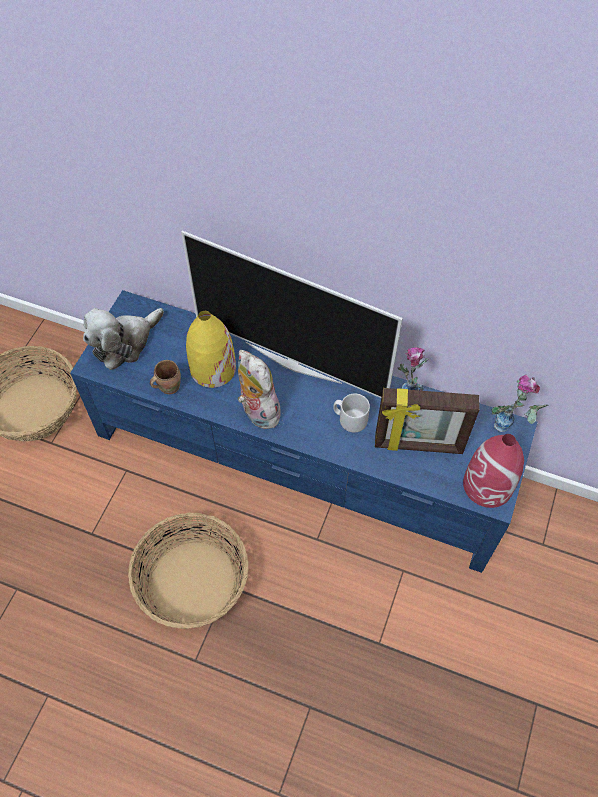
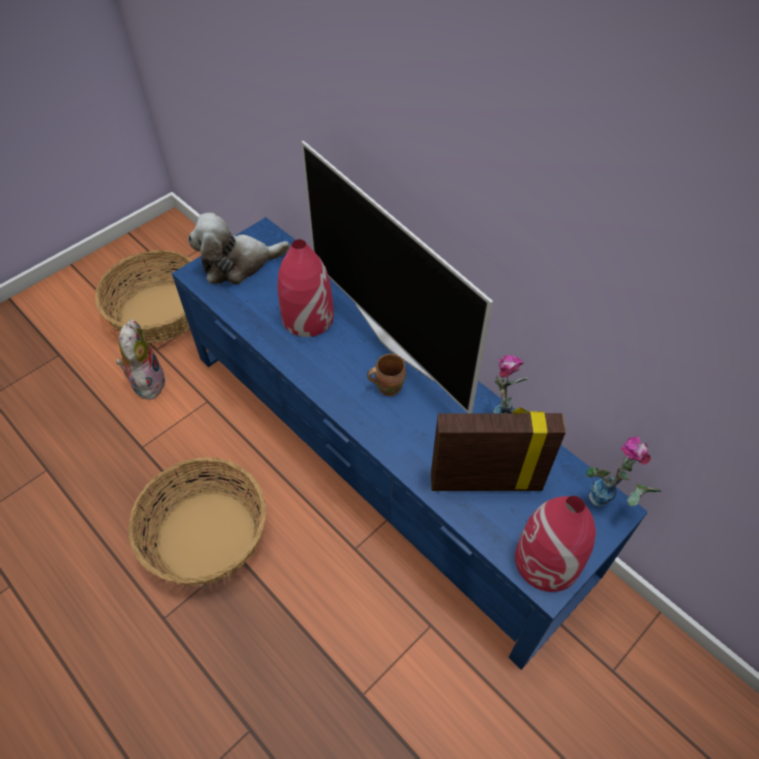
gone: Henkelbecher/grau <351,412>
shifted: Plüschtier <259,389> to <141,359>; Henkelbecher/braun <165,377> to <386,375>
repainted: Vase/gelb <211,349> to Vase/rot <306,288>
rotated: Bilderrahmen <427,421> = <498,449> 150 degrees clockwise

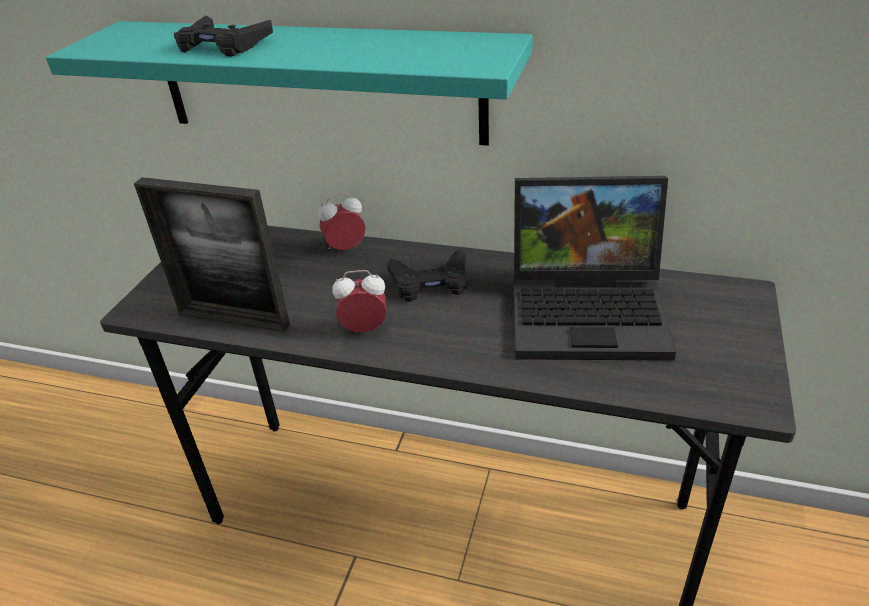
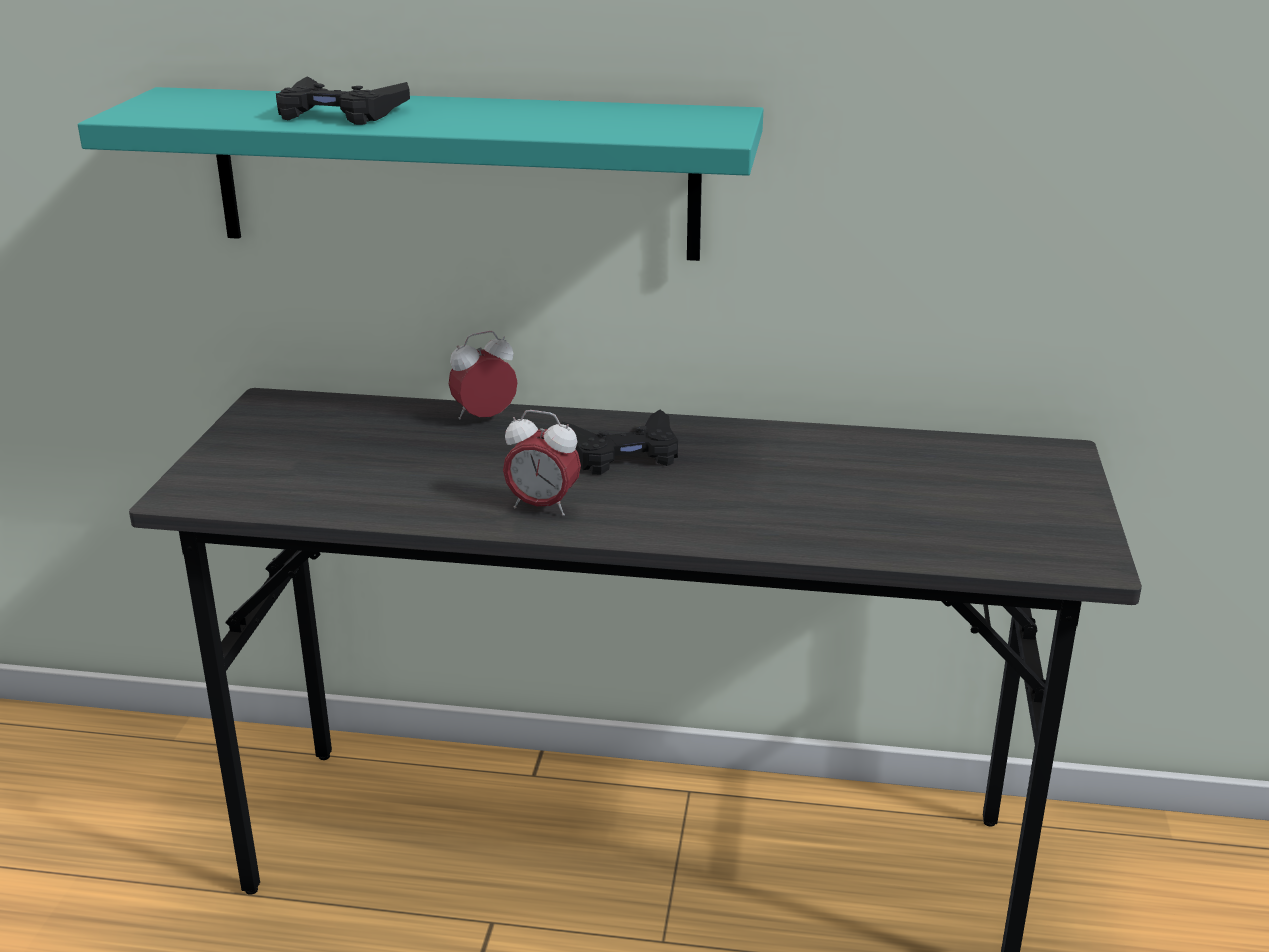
gone: Bilderrahmen <212,254>; Laptop <595,268>
rotated: Wecker <359,301> = <542,463> 150 degrees counterclockwise

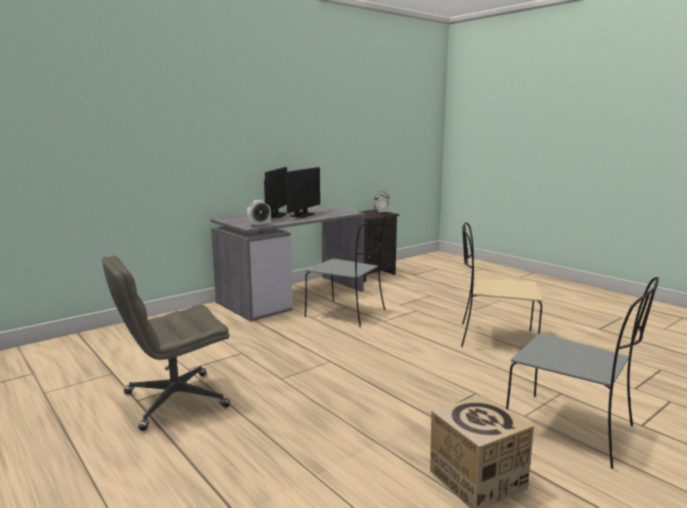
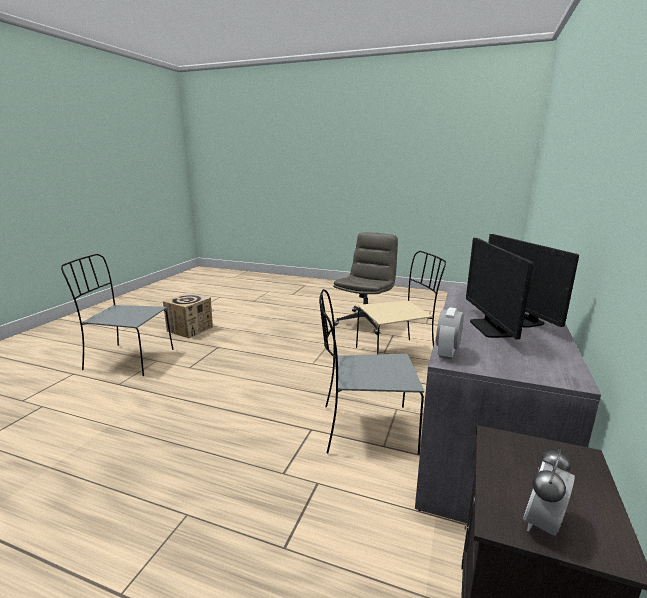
shifted: Stuhl/beige <502,284> to <401,302>; Wecker <259,213> to <450,333>

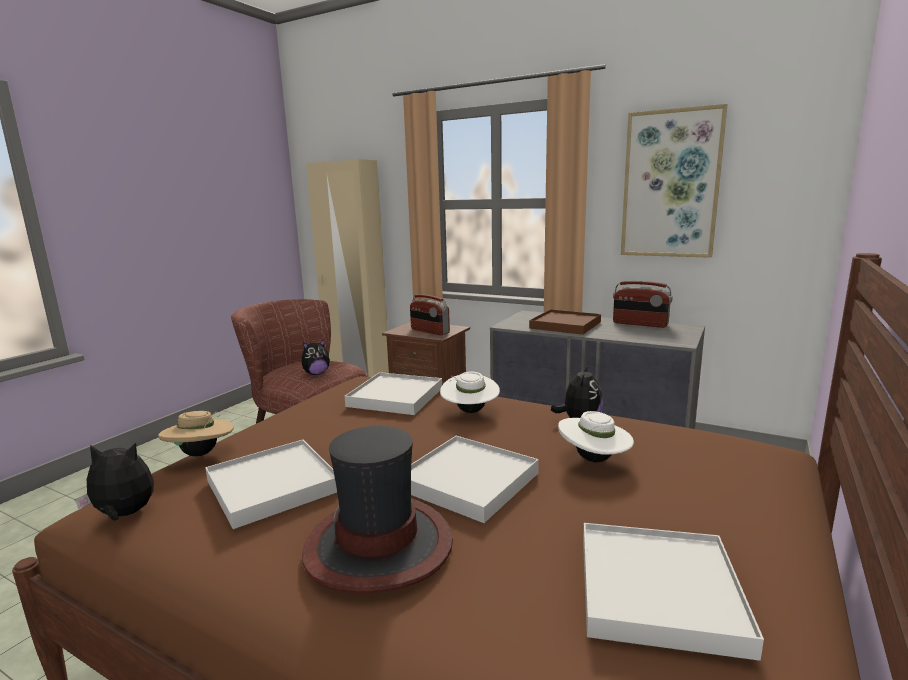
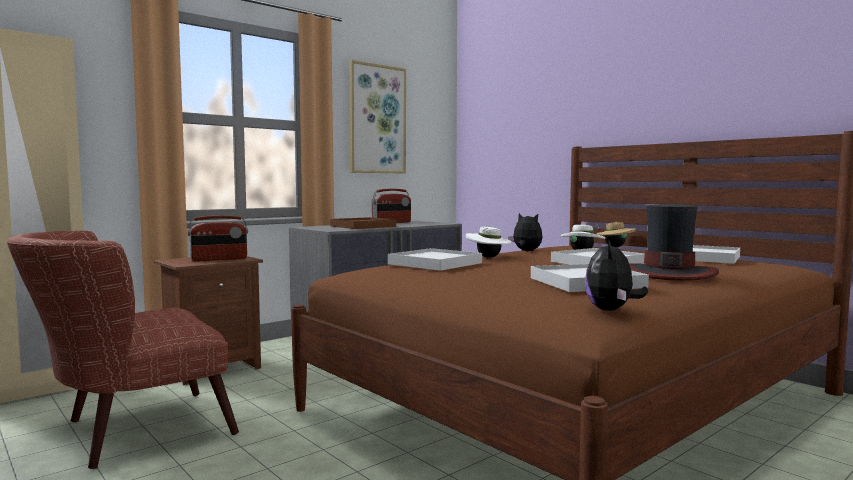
gone: Plüschtier <316,357>
shifted: Hut/beige <196,433> to <616,234>

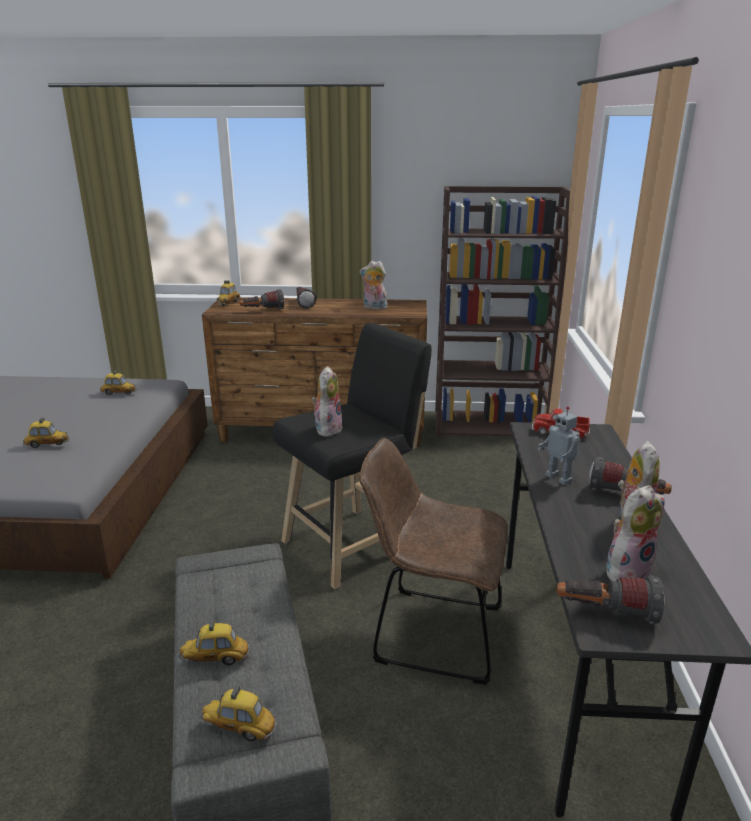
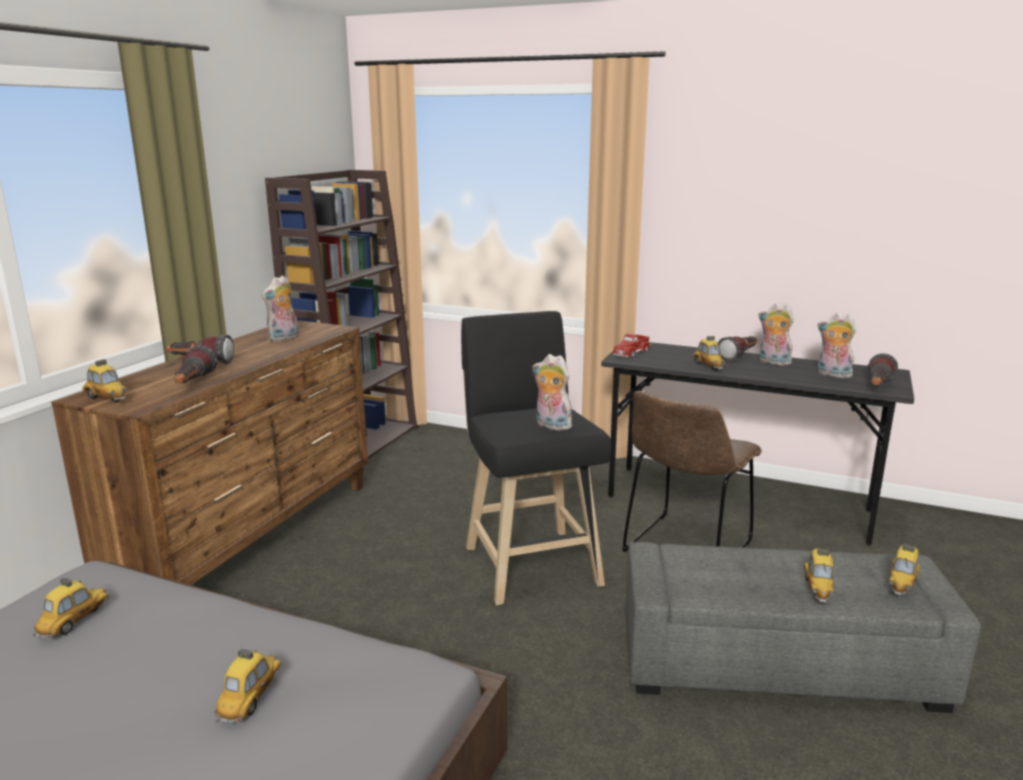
swapped: Spielzeugroboter <559,445> to Spielzeugauto <708,353>
rotated: Plüschtier <635,533> = <837,345> 45 degrees counterclockwise

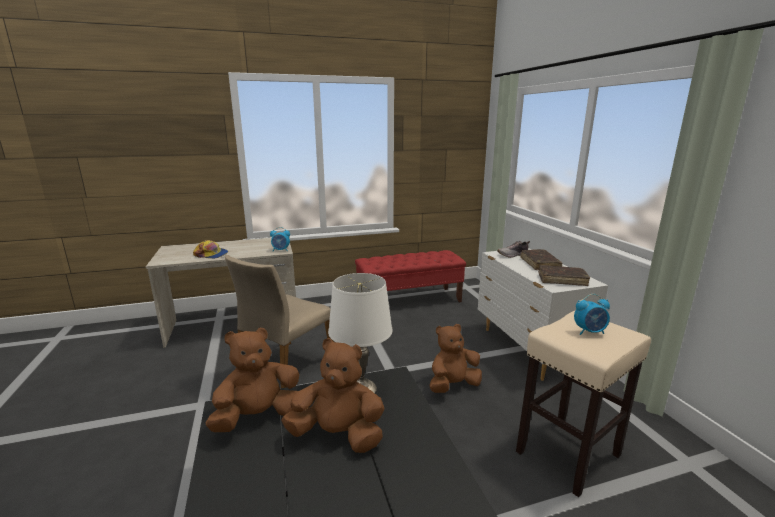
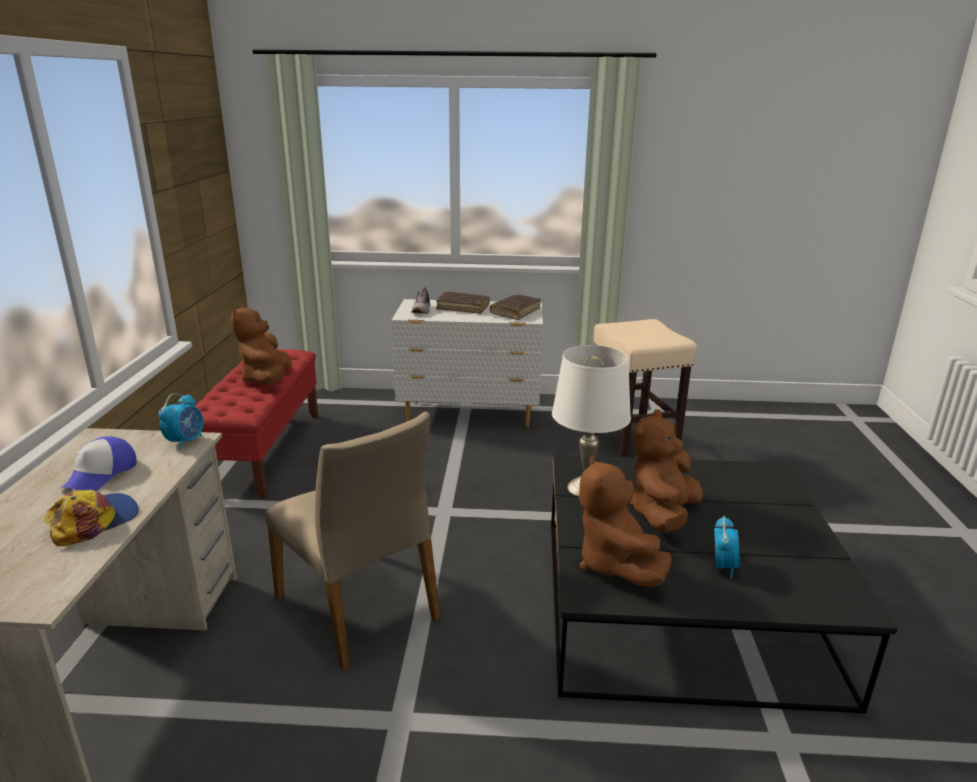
new: Kappe <98,463>
shifted: Plüschtier/braun <456,358> to <261,344>; Wecker <592,314> to <727,547>

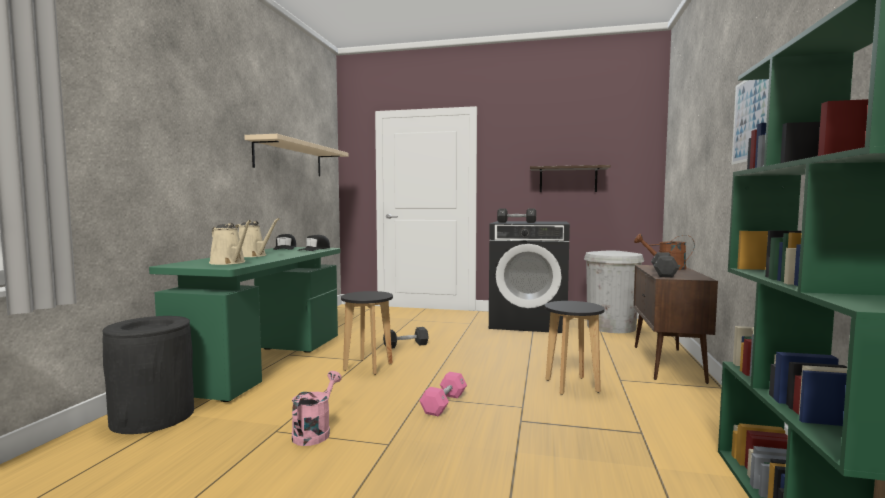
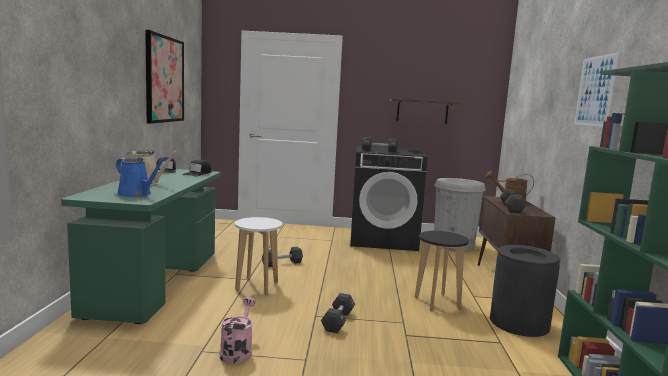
shifted: Mülleimer/schwarz <148,375> to <525,291>
swapped: Wandregal/beige <296,155> to Bild <164,77>
repainted: Gießkanne/beige <230,242> to Gießkanne/blau <141,177>; Hocker/schwarz <367,333> to Hocker/weiß <258,255>; Hantel/rosa <443,394> to Hantel/schwarz <338,313>

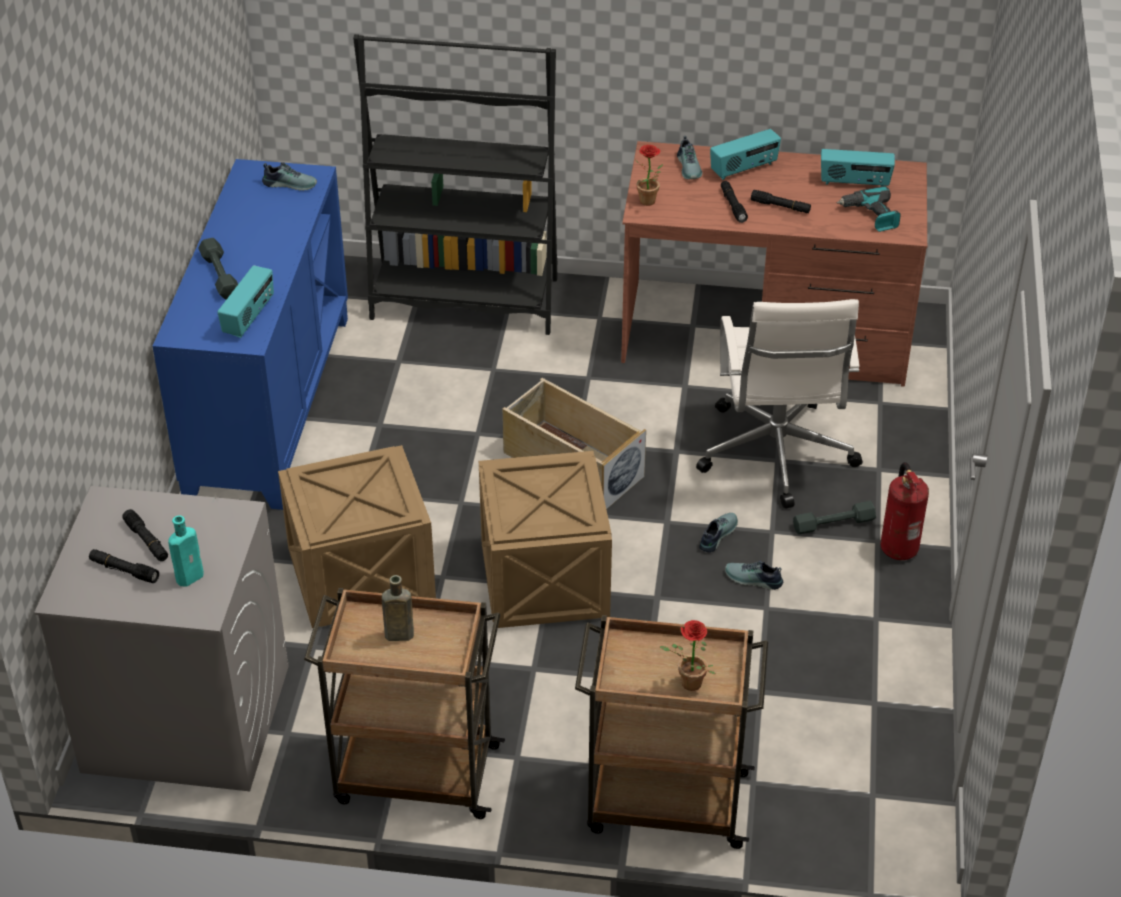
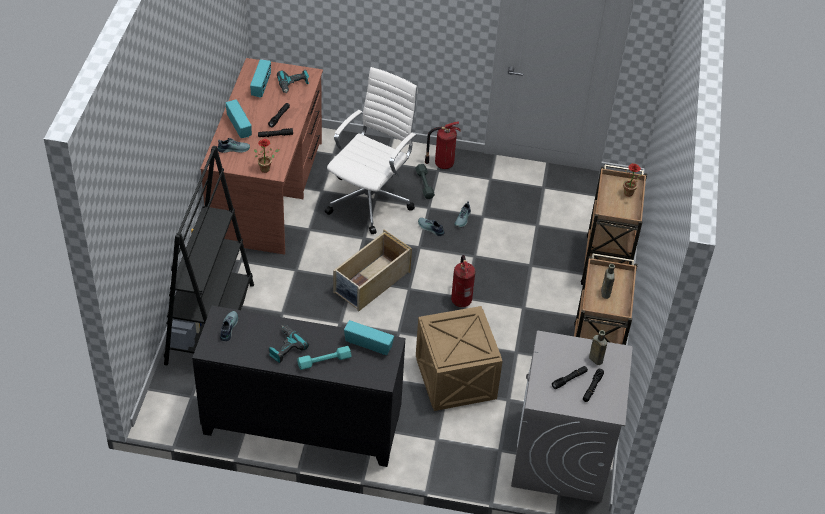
new: Bohrmaschine <289,344>
swapped: Kiste <545,539> to Feuerlöscher <463,281>
repainted: Schrank/blau <250,334> to Schrank/schwarz <298,386>; Hantel/grau <218,269> to Hantel/türkis <324,358>; Flasche/türkis <186,551> to Flasche/braun <598,347>
rotated: Bürostuhl/weiß <779,404> = <371,150> 60 degrees counterclockwise

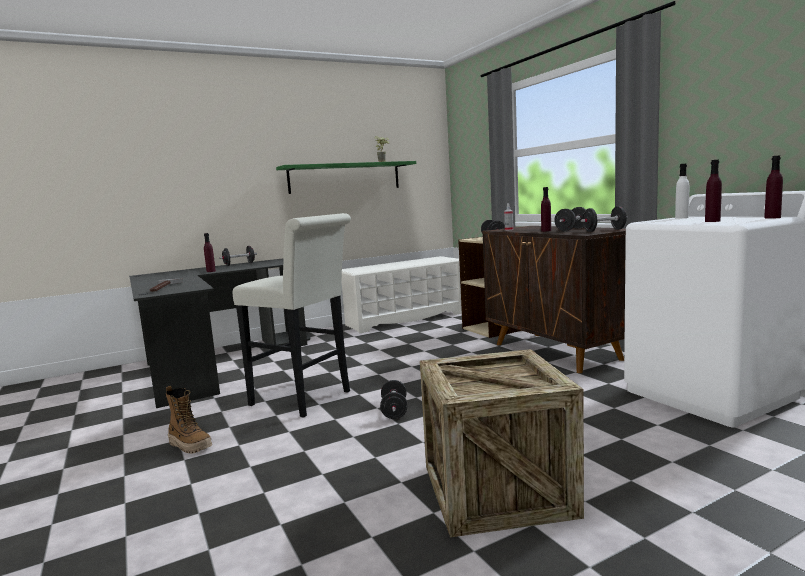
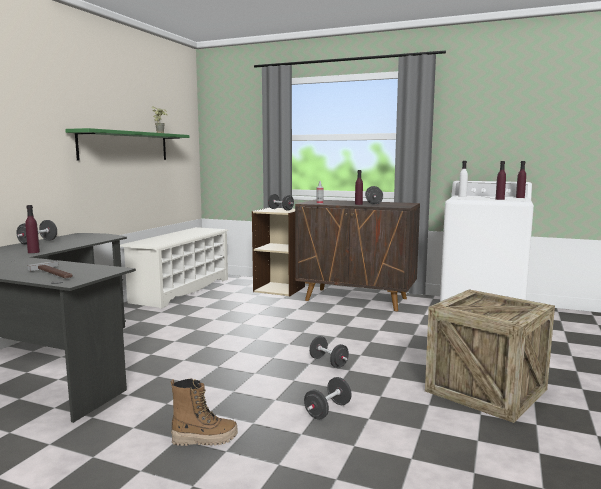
gone: Hocker/weiß <292,315>
shifted: Hantel/schwarz <604,219> to <328,398>

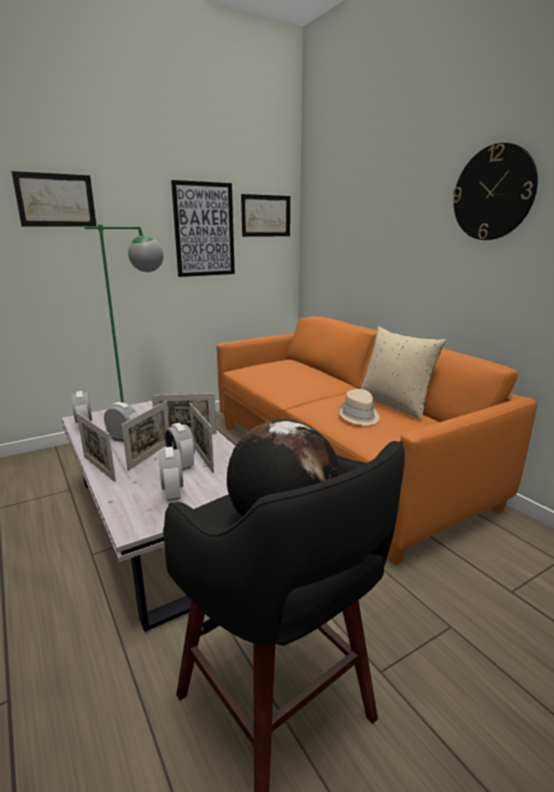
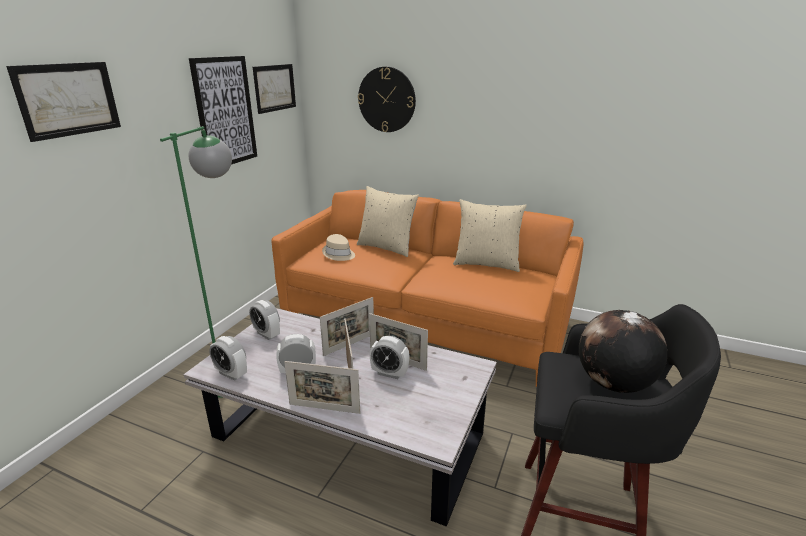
new: Kissen/beige <388,221>
shifted: Wecker <171,474> to <264,320>; Hut/beige <359,407> to <338,247>; Wanduhr <495,191> to <387,99>

